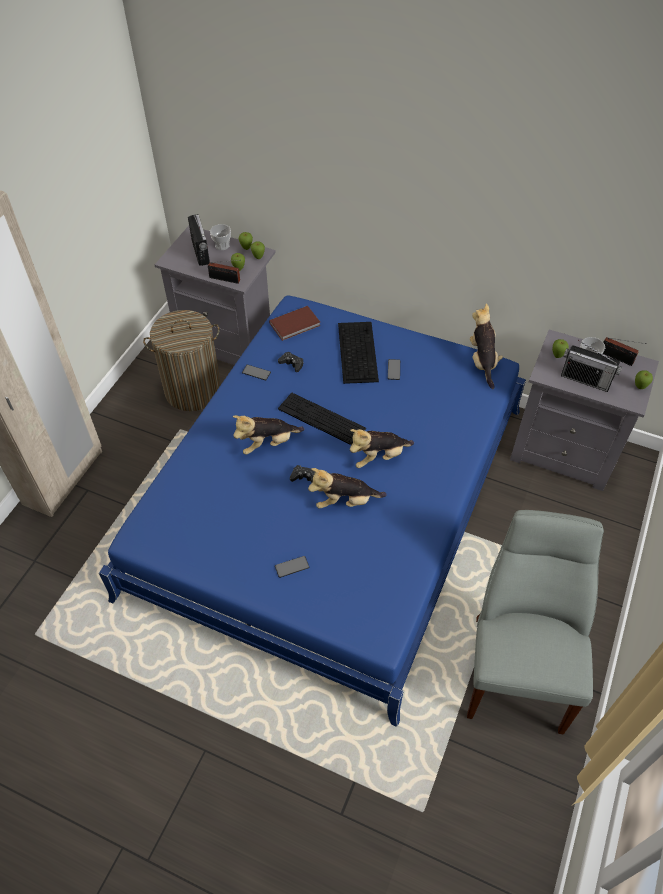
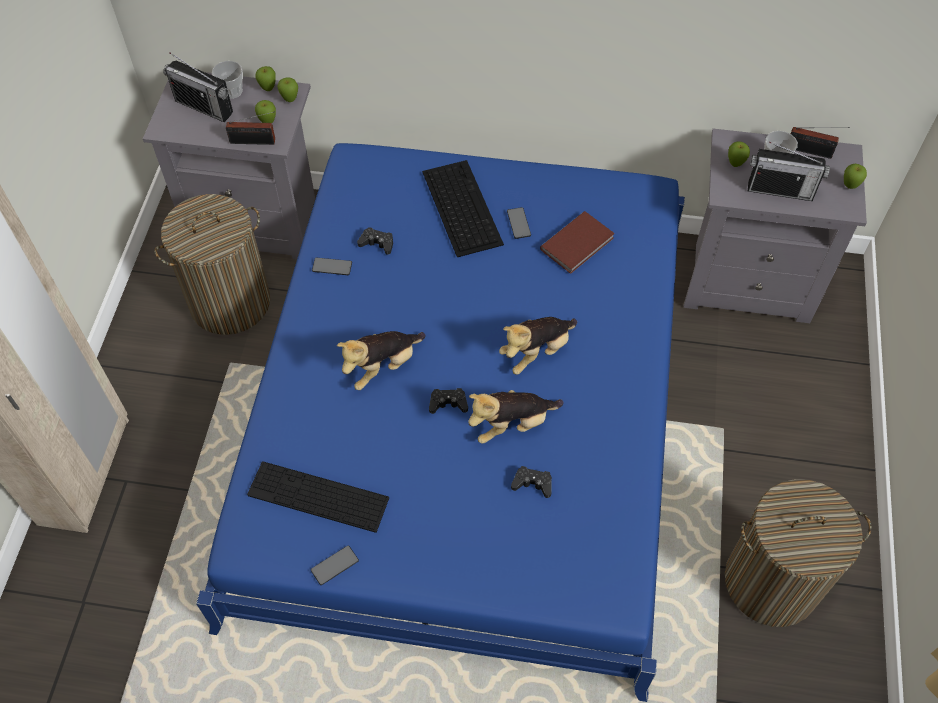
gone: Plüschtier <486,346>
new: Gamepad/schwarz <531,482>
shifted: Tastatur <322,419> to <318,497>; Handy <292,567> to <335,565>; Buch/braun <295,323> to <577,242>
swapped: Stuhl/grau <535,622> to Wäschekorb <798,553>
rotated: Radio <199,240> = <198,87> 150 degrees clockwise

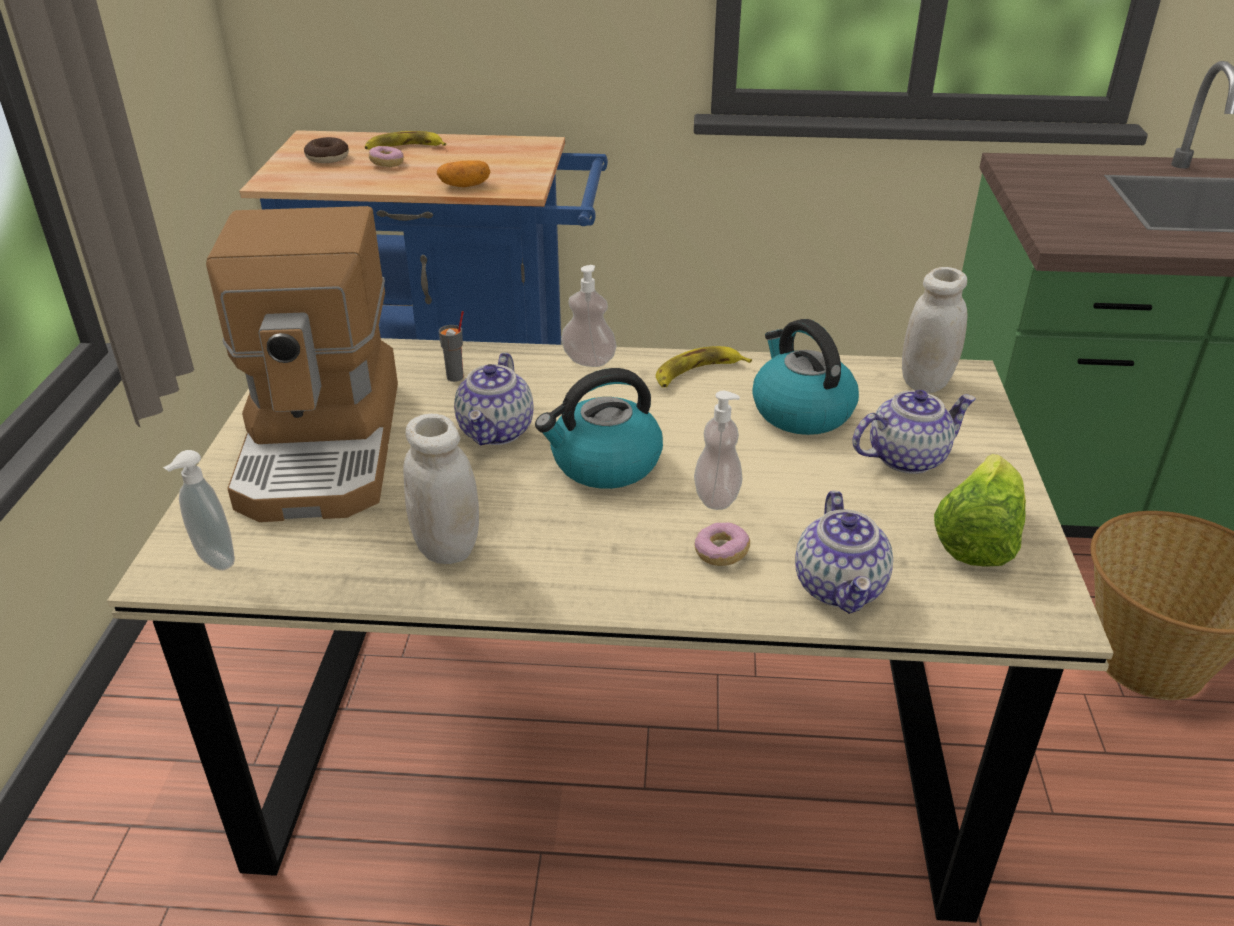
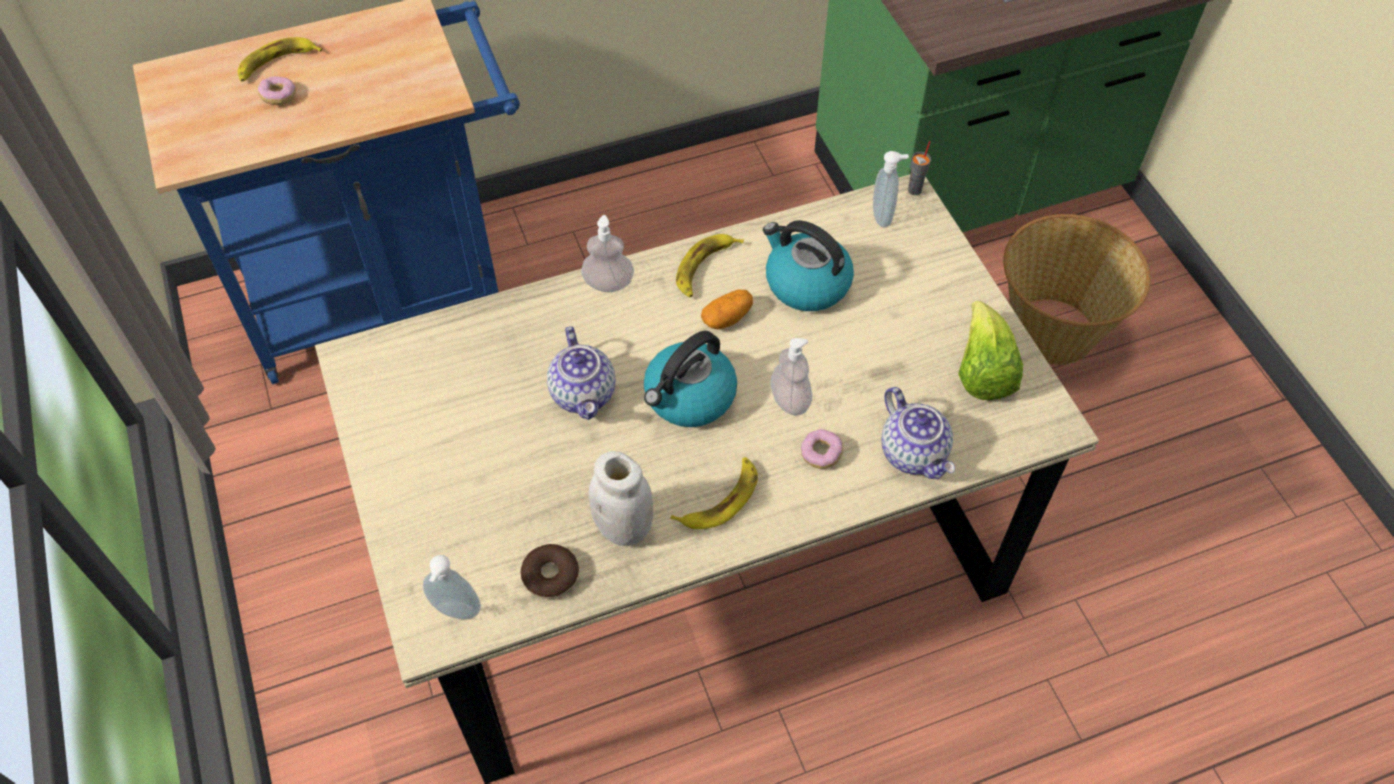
gone: Kaffeemaschine <302,364>; Teekanne <914,432>
new: Banane <714,493>
shifted: Donut <326,150> to <550,571>; Kartoffel <463,173> to <727,309>; Tasse/grau <451,346> to <919,168>
swapped: Vorratsglas/weiß <935,330> to Seifenspender <891,189>

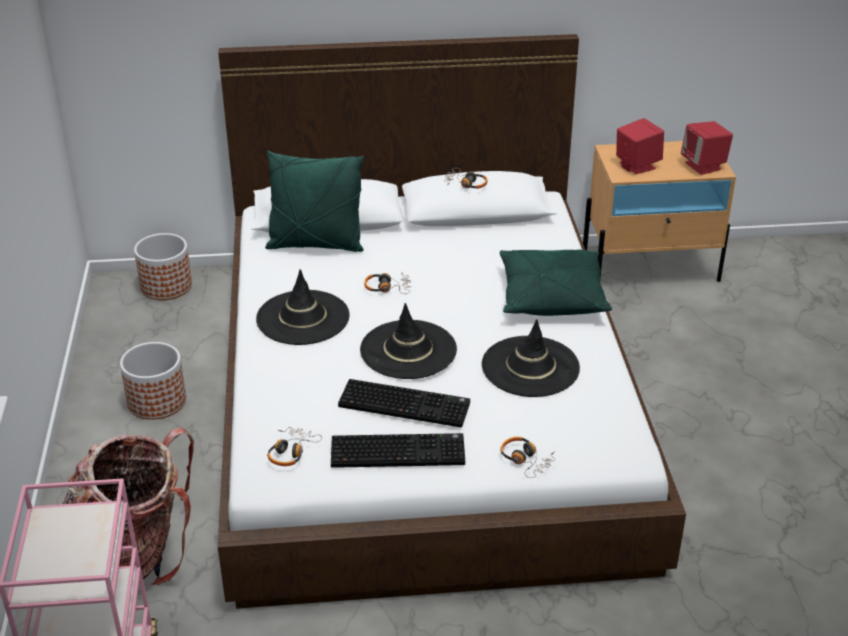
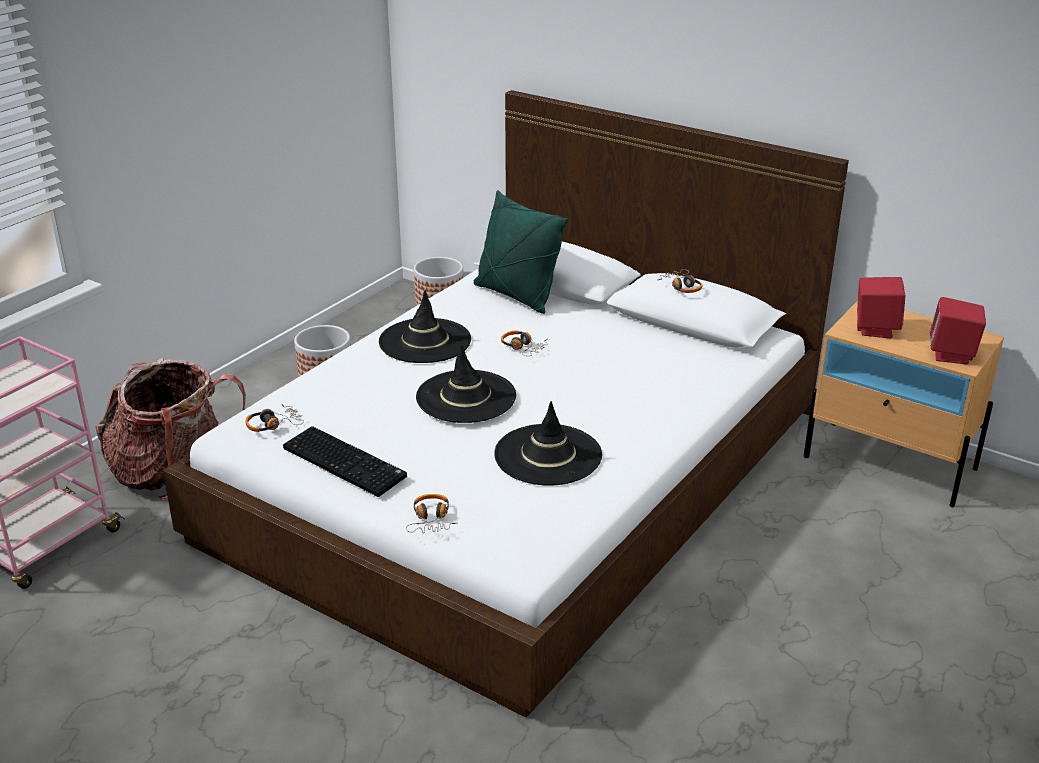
gone: Tastatur <404,403>; Kissen/grün <555,283>

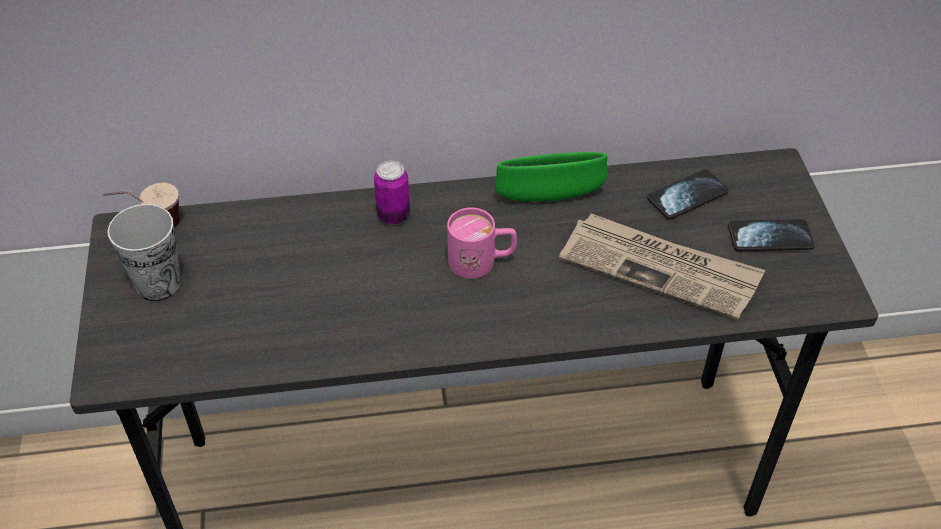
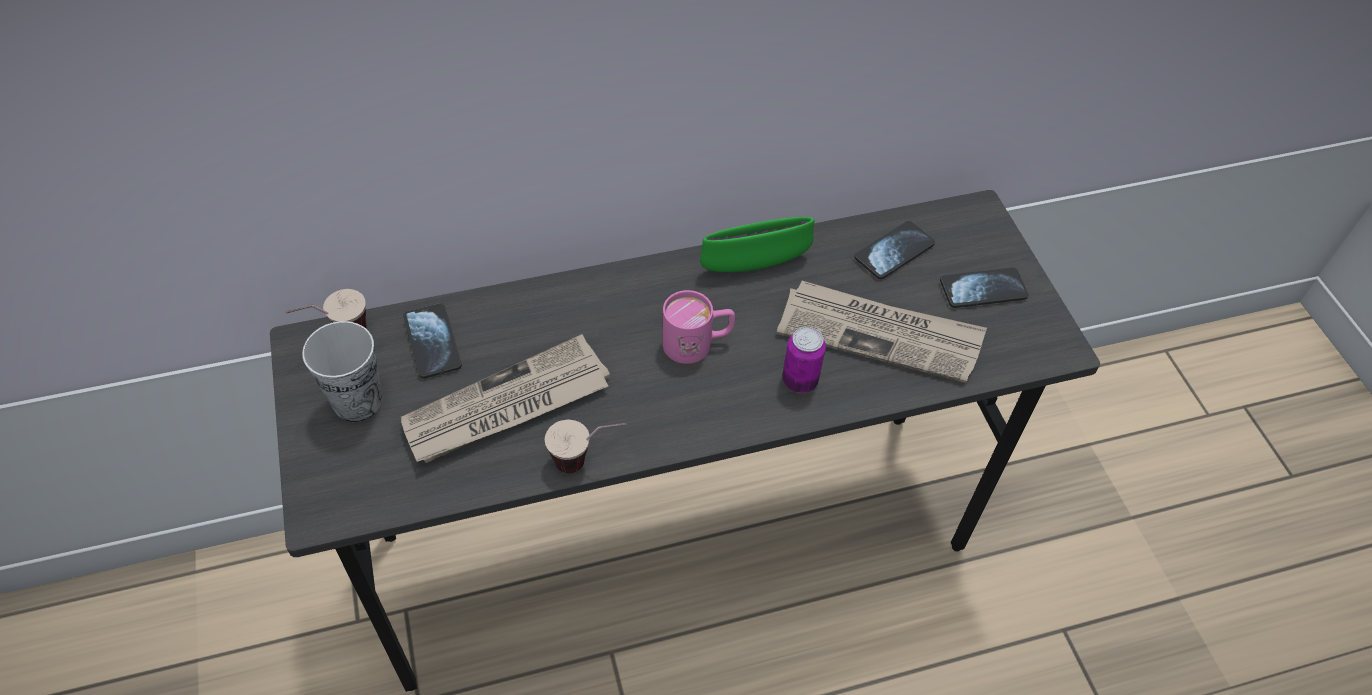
new: Zeitung <505,398>; Handy <432,341>; Tasse <586,446>
shifted: Dose <392,193> to <804,360>

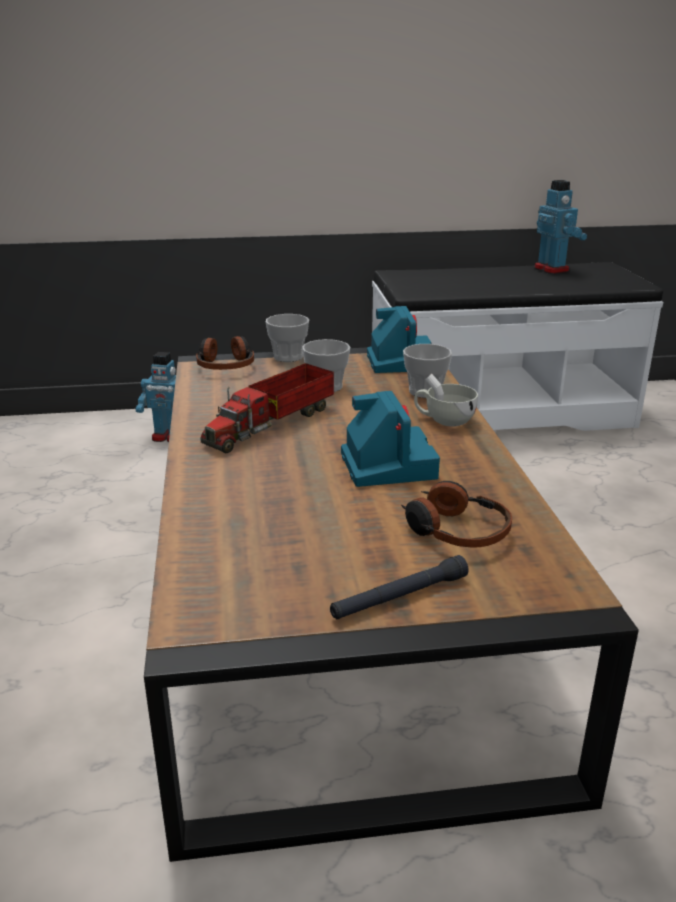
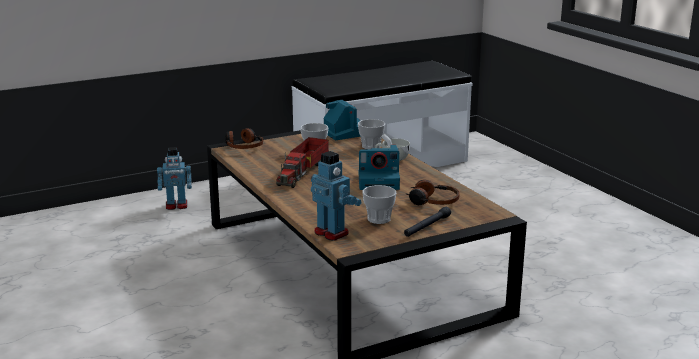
shifted: Spielzeugroboter <561,227> to <336,196>; Tasse <287,338> to <379,204>
rotated: Kamera <390,439> = <379,167> 120 degrees clockwise

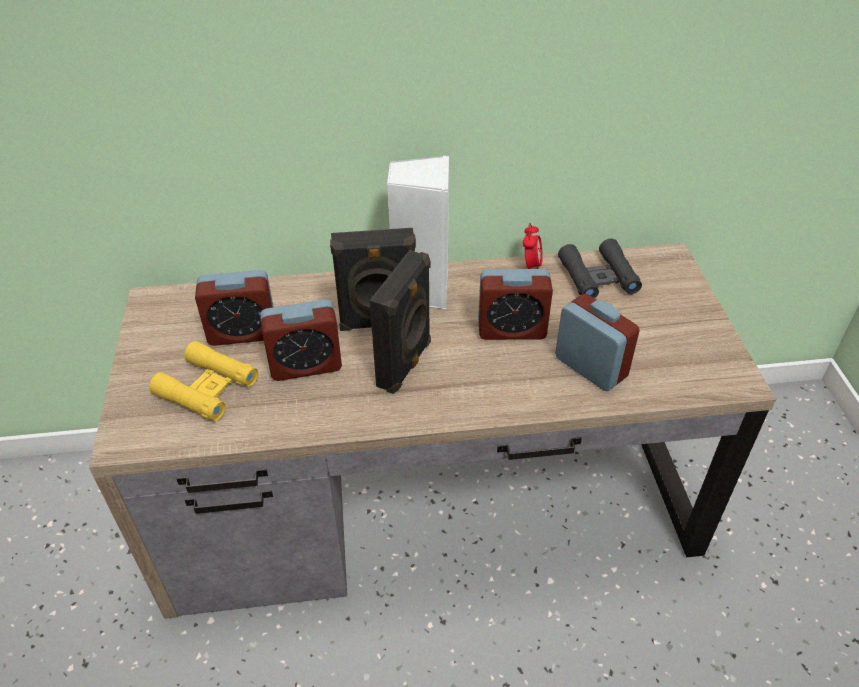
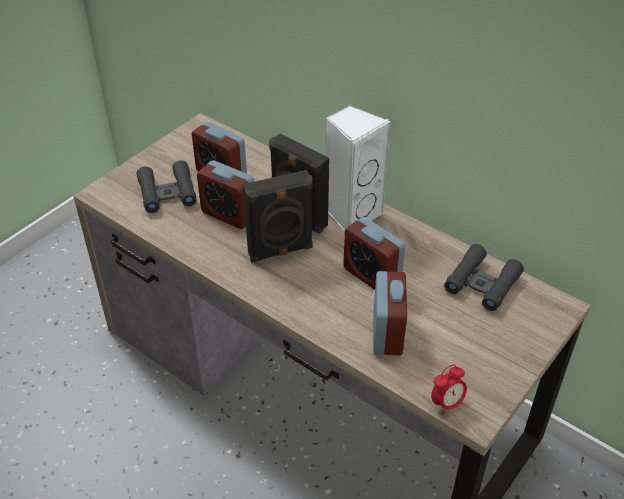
shifted: Wecker <533,246> to <449,390>
repainted: Fernglas/gelb <203,381> to Fernglas/schwarz <166,187>

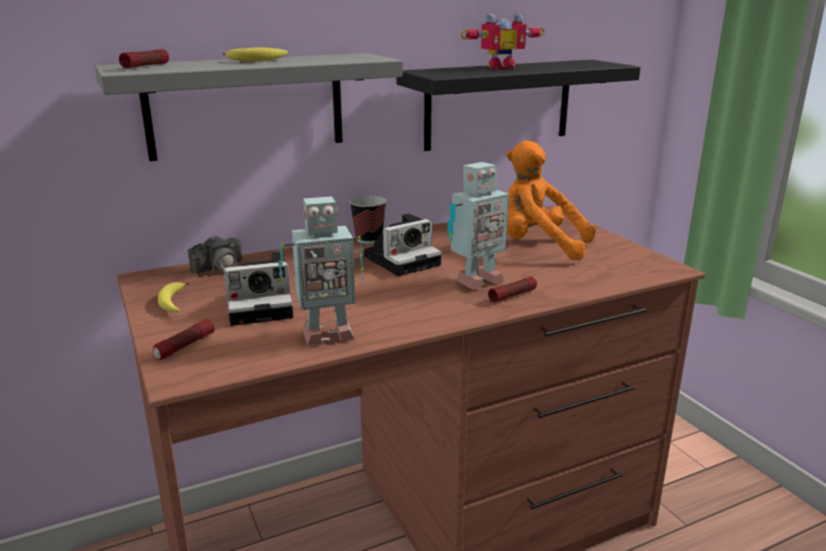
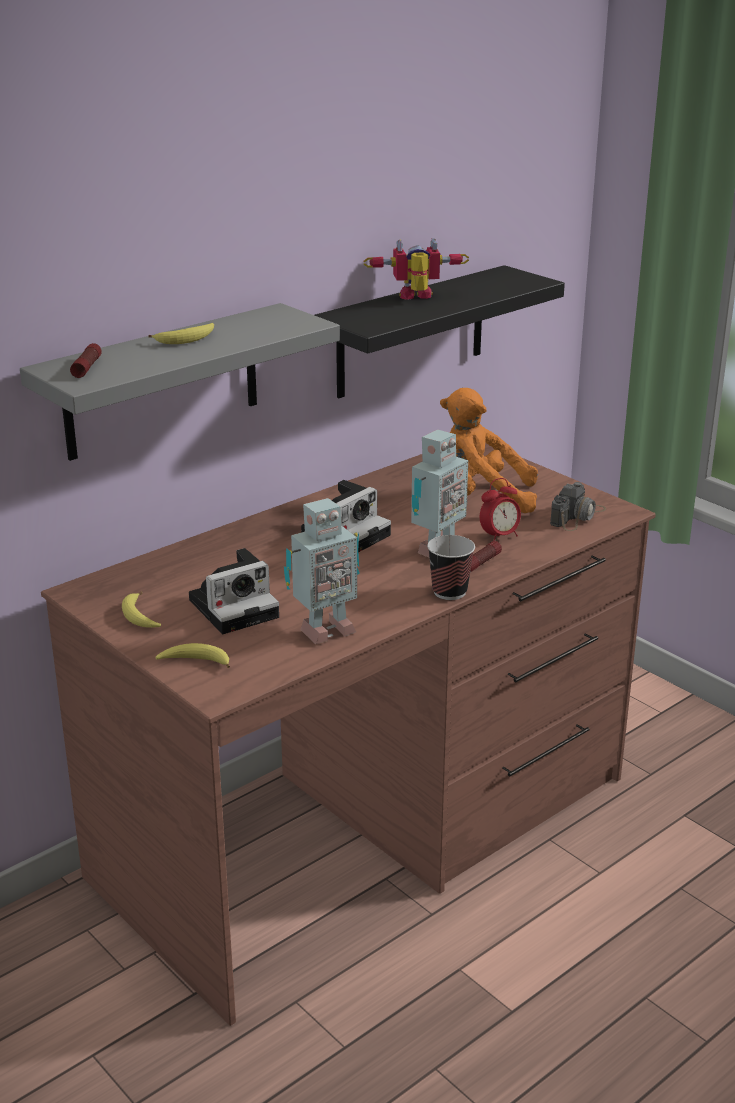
new: Wecker <500,509>
shifted: Tasse <368,219> to <451,567>; Kamera <224,256> to <578,506>
swapped: Taschenlampe <183,339> to Banane <192,655>
rotated: Spielzeugroboter <503,41> = <416,269> 150 degrees counterclockwise

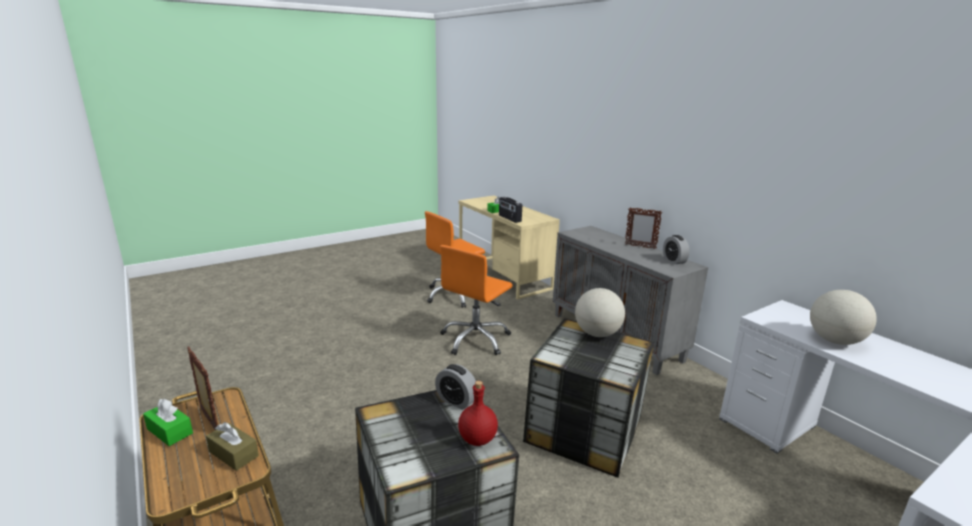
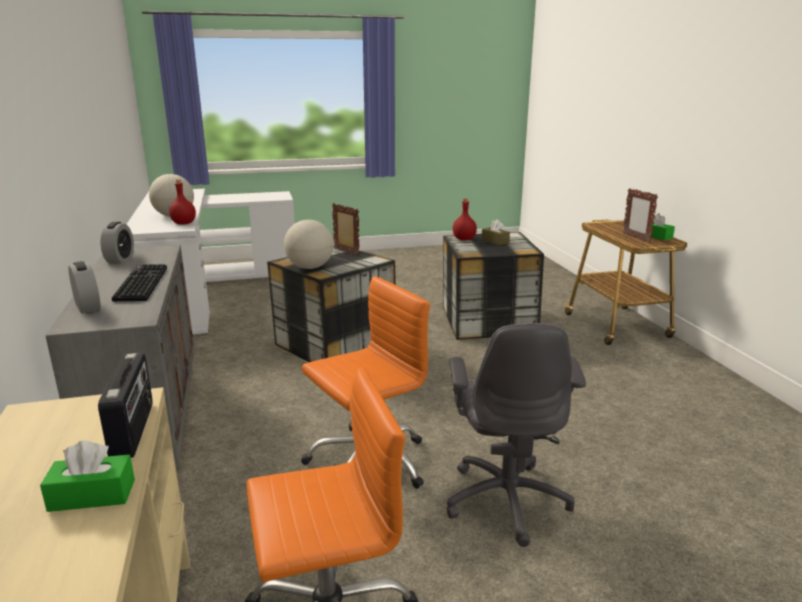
new: Tastatur <139,282>; Flasche/rot <182,202>; Bürostuhl/grau <516,435>
shifted: Wecker <455,387> to <84,287>; Bilderrahmen <643,228> to <345,229>; Taschentuchbox/braun <232,446> to <496,232>

